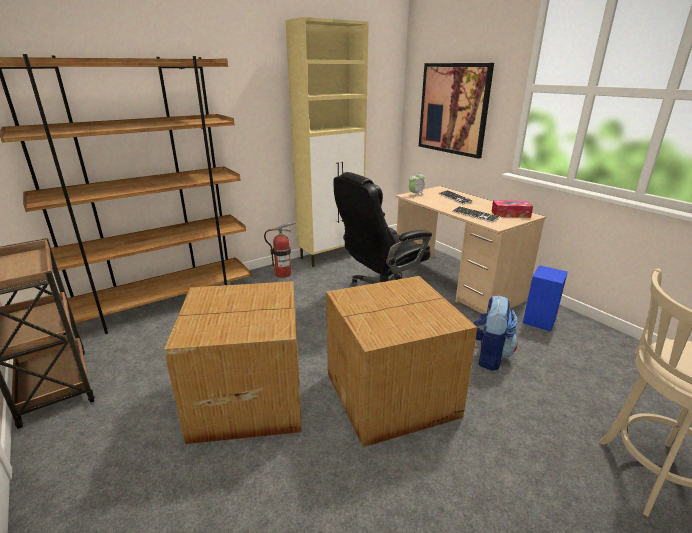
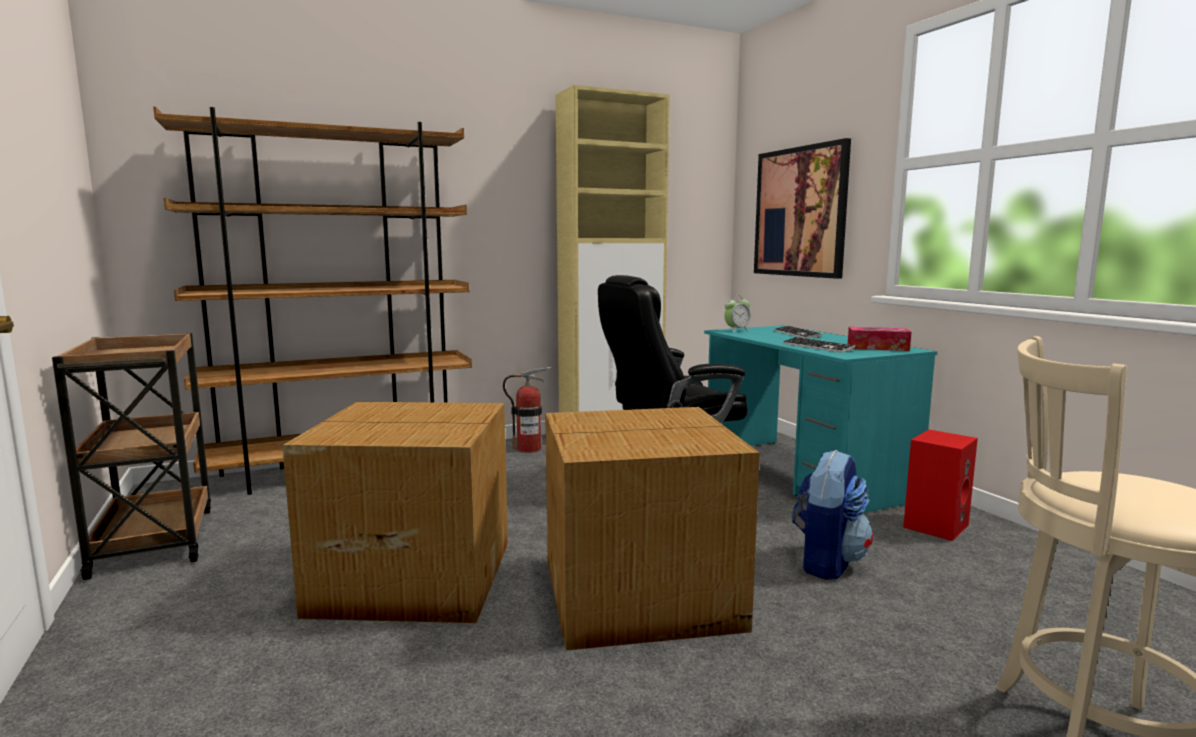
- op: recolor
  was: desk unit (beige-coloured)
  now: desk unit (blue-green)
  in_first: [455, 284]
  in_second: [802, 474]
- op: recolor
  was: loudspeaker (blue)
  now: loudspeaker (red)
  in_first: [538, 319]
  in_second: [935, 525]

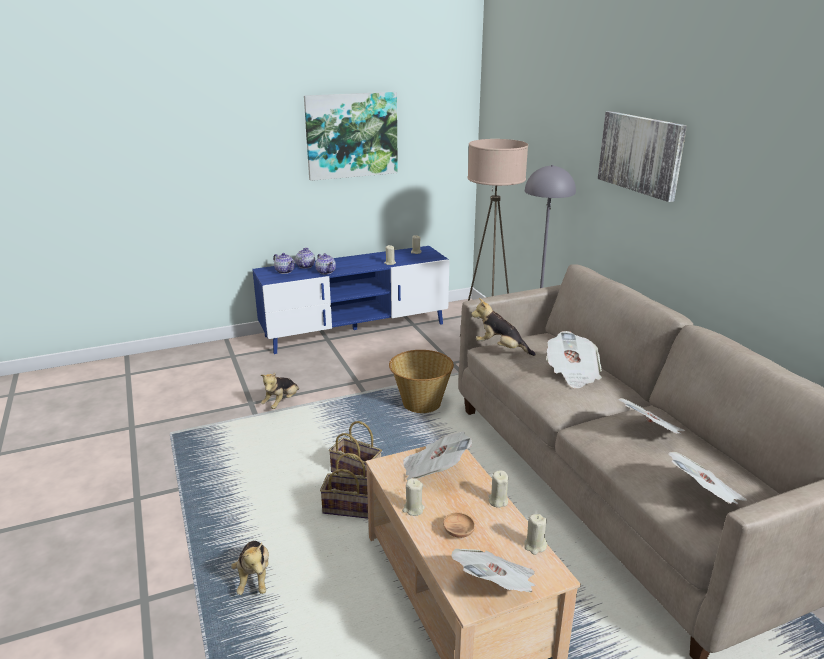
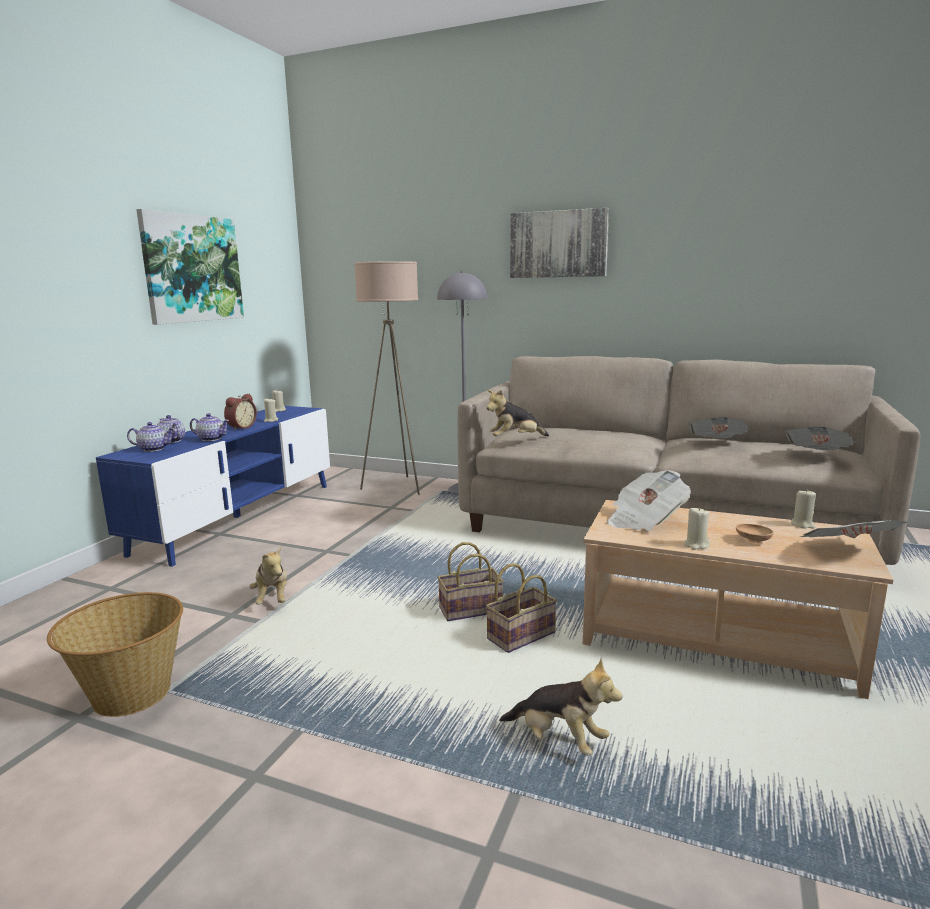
- op: delete
  was: printed paper
  in_first: [572, 374]
- op: move
  was: storage basket
  in_first: [421, 403]
  in_second: [130, 694]
- op: delete
  was: wax light (beige-coloured)
  in_first: [498, 501]
- op: insert
  now: bedside clock
  in_second: [240, 427]

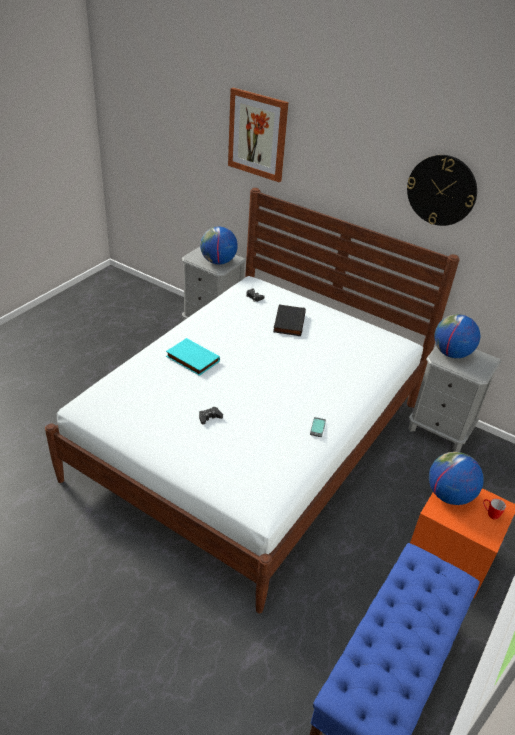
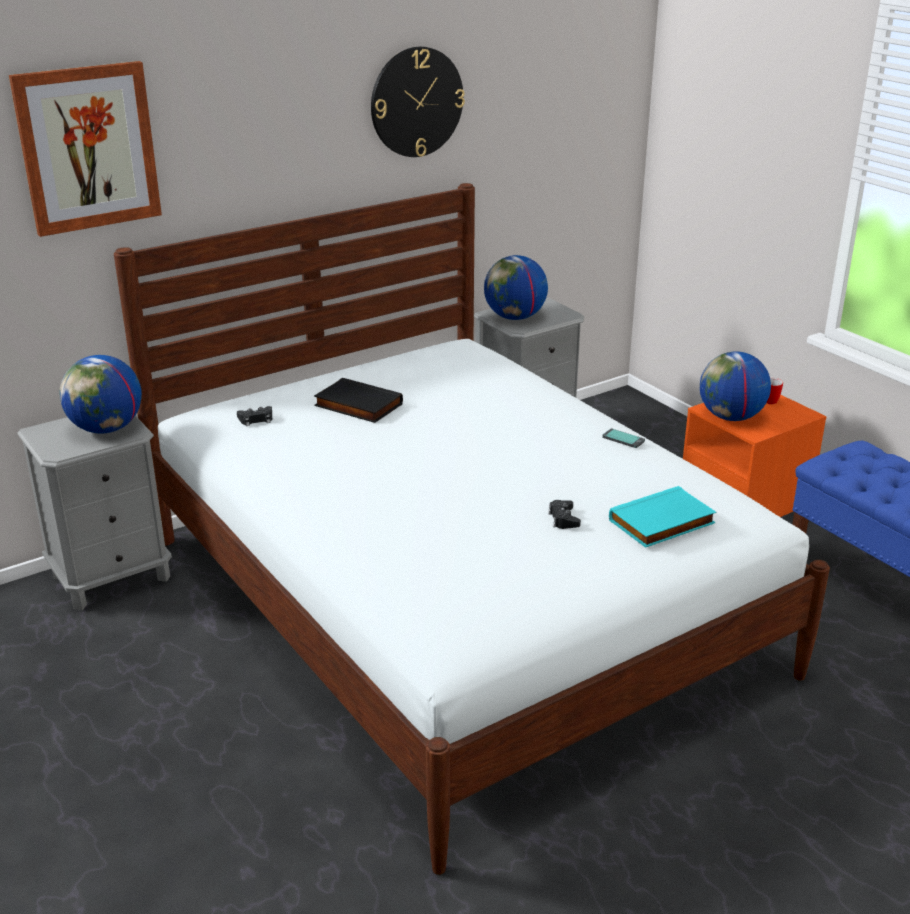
- op: move
  was: bound book (blue-green)
  in_first: [191, 359]
  in_second: [662, 523]

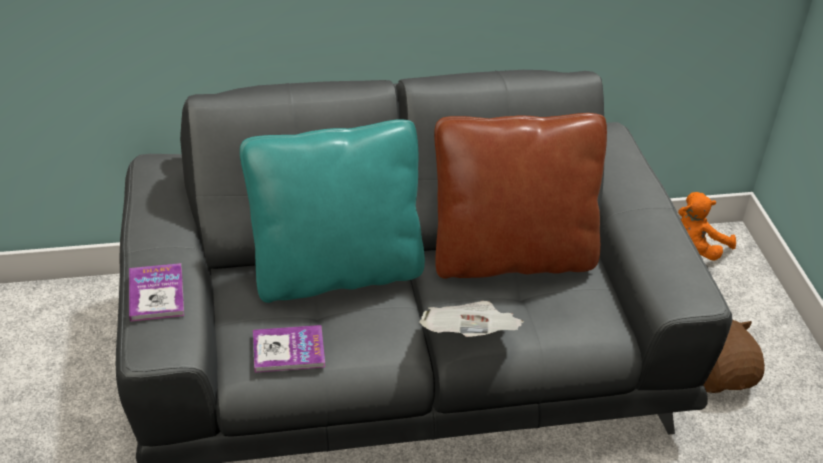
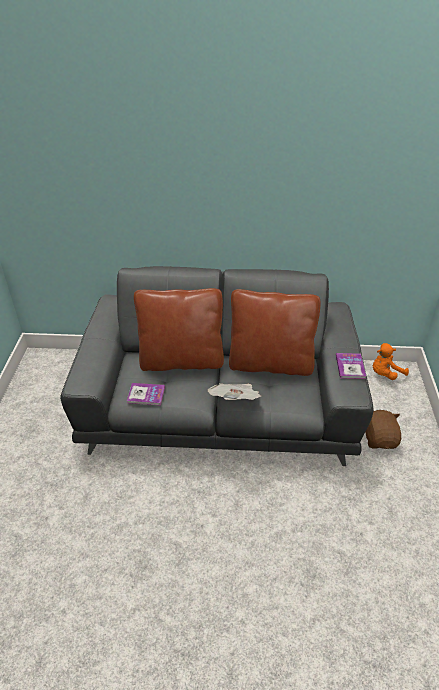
- op: recolor
  was: throw pillow (blue-green)
  now: throw pillow (brownish)
  in_first: [336, 272]
  in_second: [181, 360]
- op: move
  was: bound book
  in_first: [156, 294]
  in_second: [350, 367]

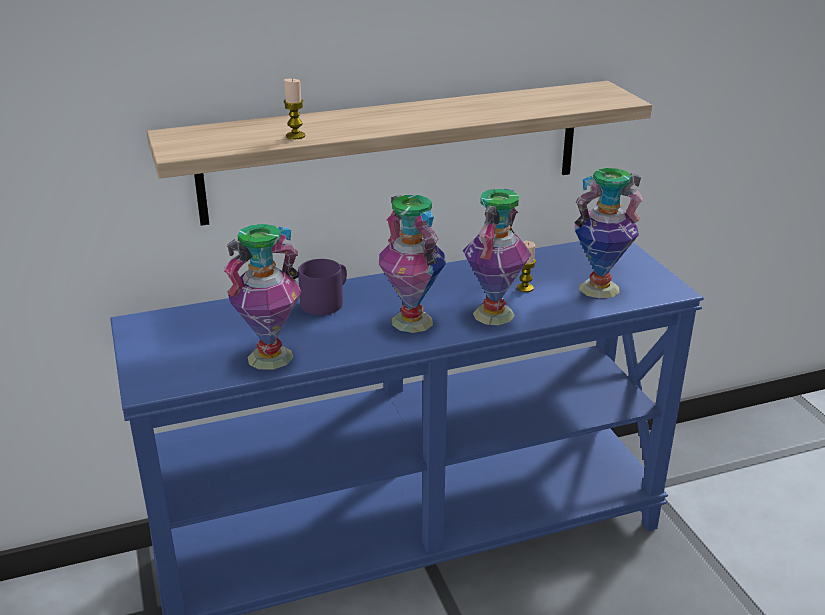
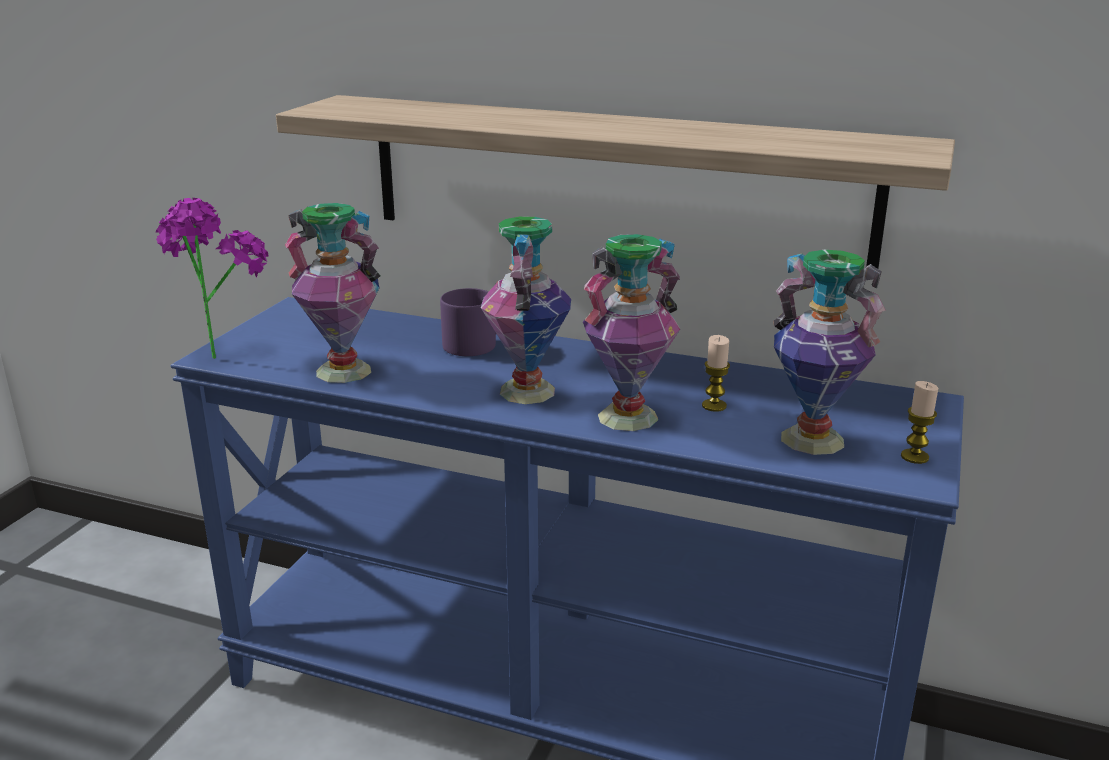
- op: move
  was: wax light
  in_first: [295, 136]
  in_second: [914, 457]
- op: insert
  now: plant in a pot
  in_second: [221, 350]

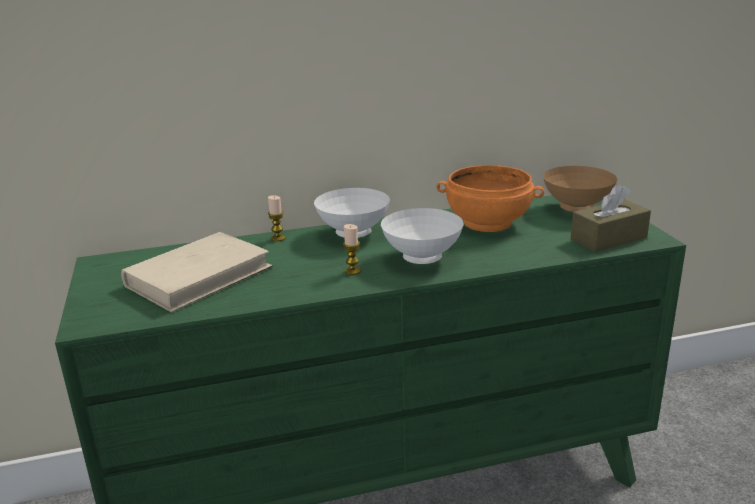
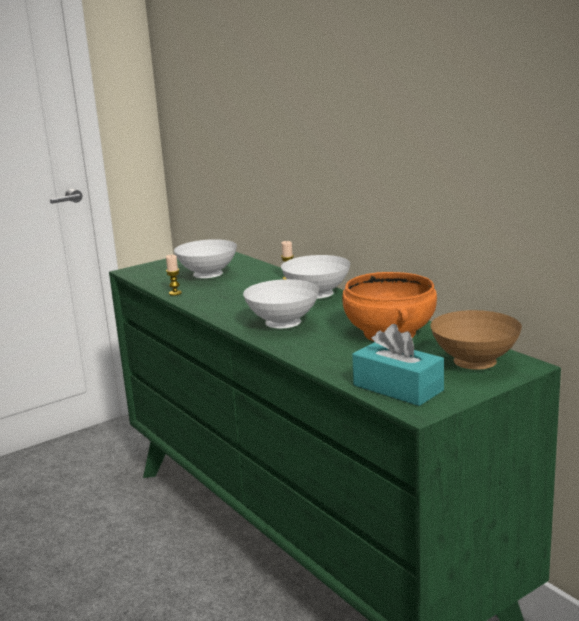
- op: recolor
  was: tissue box (brownish)
  now: tissue box (blue-green)
  in_first: [608, 238]
  in_second: [398, 388]
- op: move
  was: wax light
  in_first: [352, 271]
  in_second: [175, 293]
- op: replace
  was: bound book (beige-coloured)
  now: serving bowl (whitish)
  in_first: [199, 276]
  in_second: [207, 276]

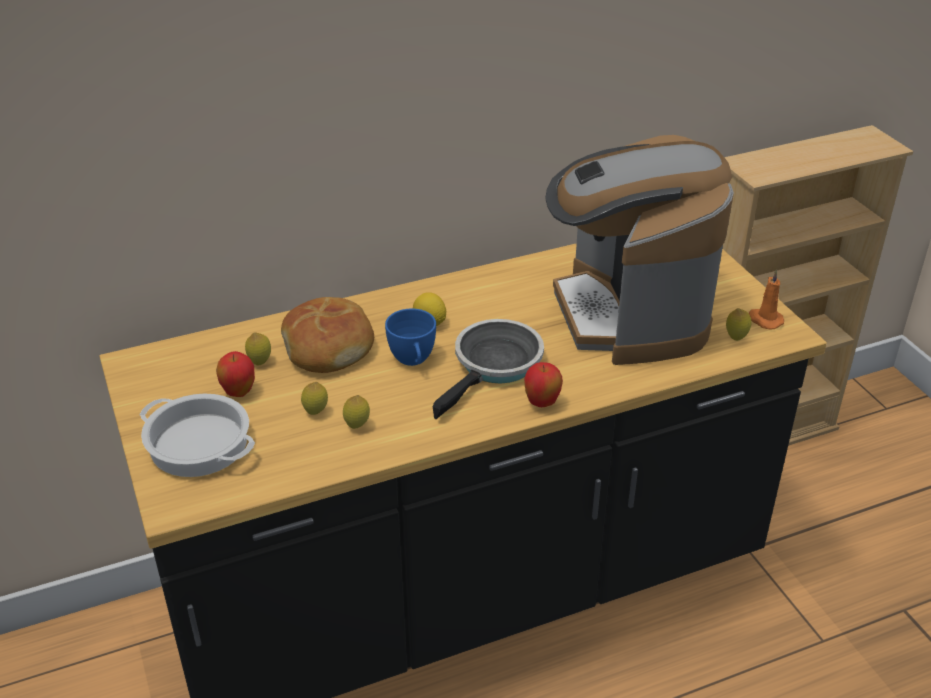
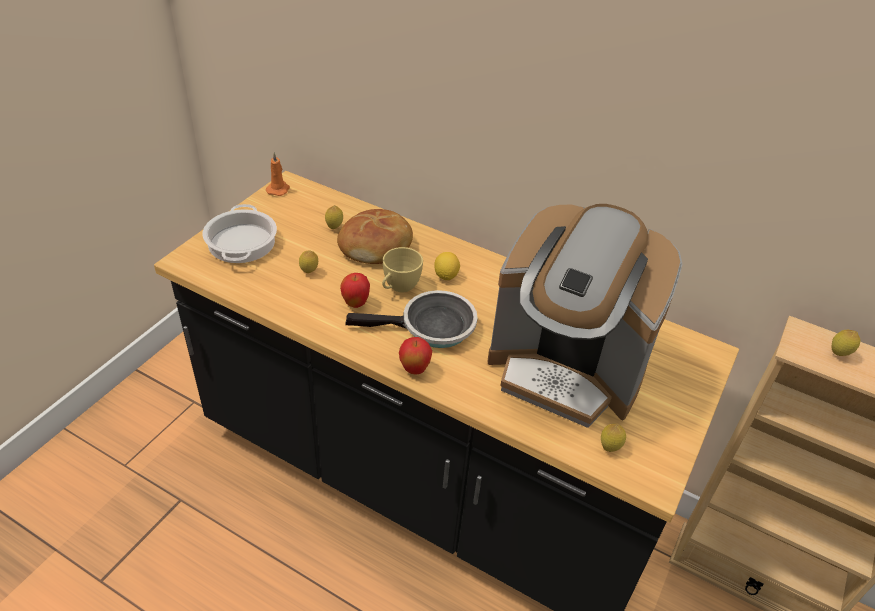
- op: rotate
  was: coffee maker
  in_first: [628, 315]
  in_second: [566, 370]
  clockwise: -105
- op: move
  was: wax light (orange-coloured)
  in_first: [764, 320]
  in_second: [278, 189]
- op: recolor
  was: drinking cup (blue)
  now: drinking cup (yellow-coloured)
  in_first: [413, 361]
  in_second: [398, 288]
- op: move
  was: apple fruit
  in_first: [239, 393]
  in_second: [355, 304]
- op: move
  was: lemon
  in_first: [357, 426]
  in_second: [838, 354]

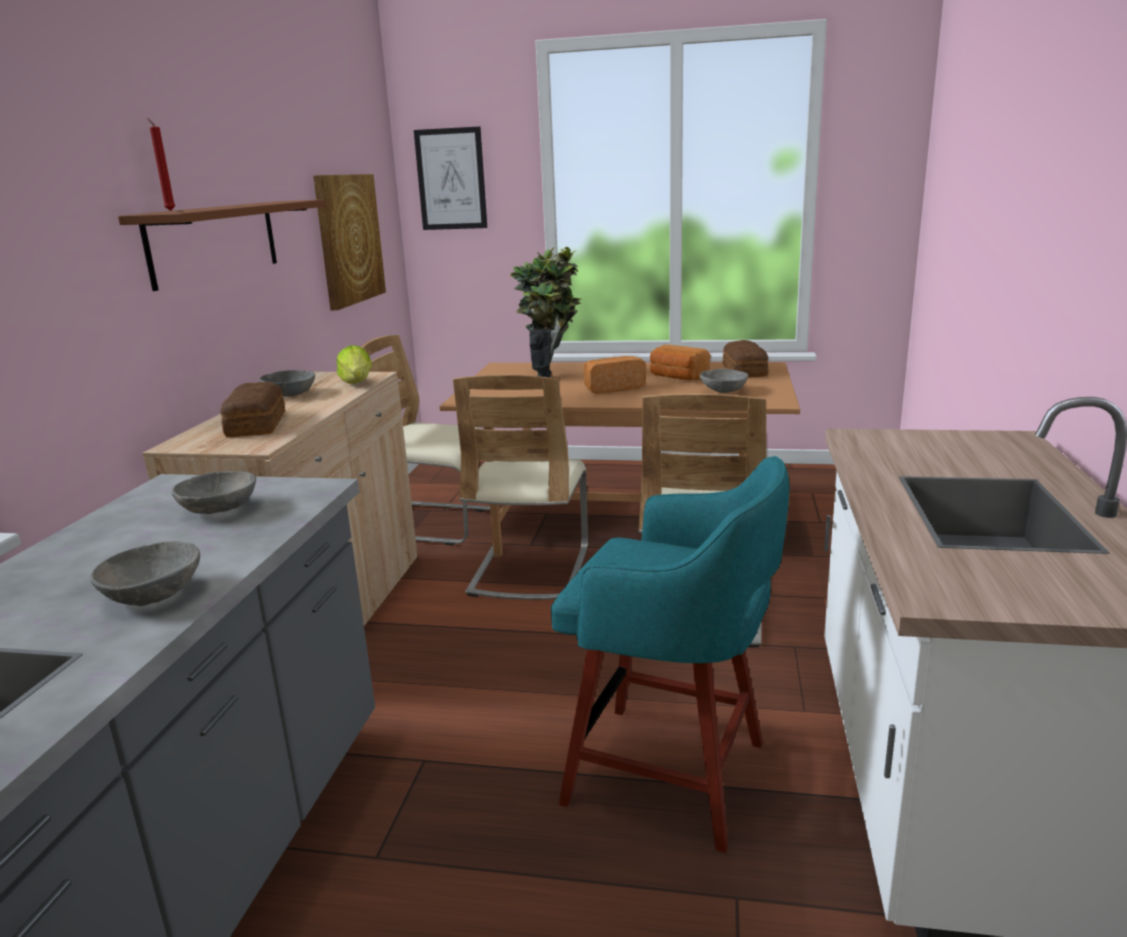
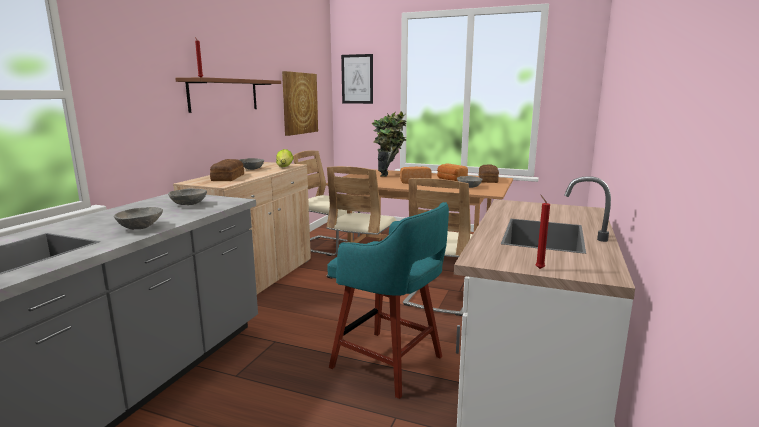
- op: insert
  now: wax light (red)
  in_second: [538, 268]

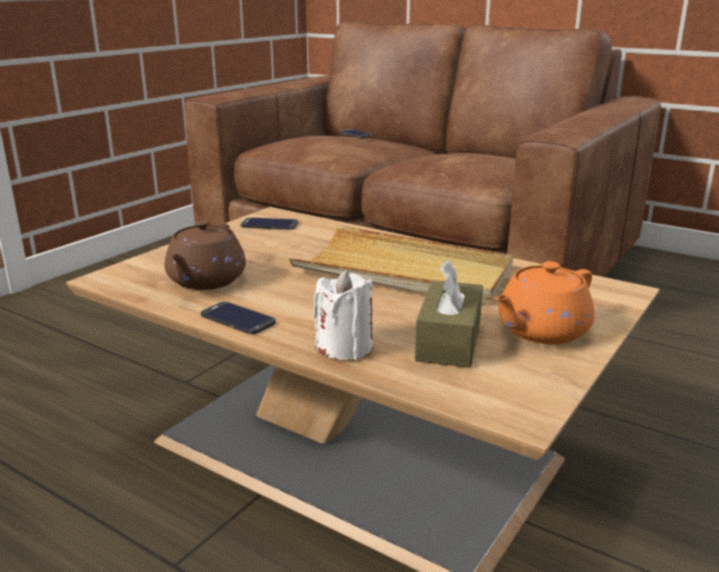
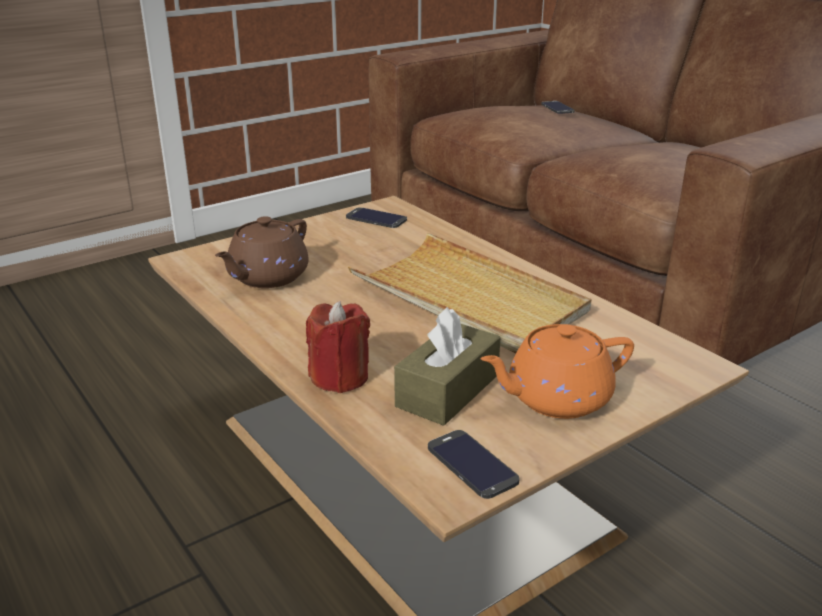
- op: recolor
  was: wax light (whitish)
  now: wax light (red)
  in_first: [345, 347]
  in_second: [339, 377]
- op: move
  was: handset
  in_first: [237, 318]
  in_second: [472, 464]

